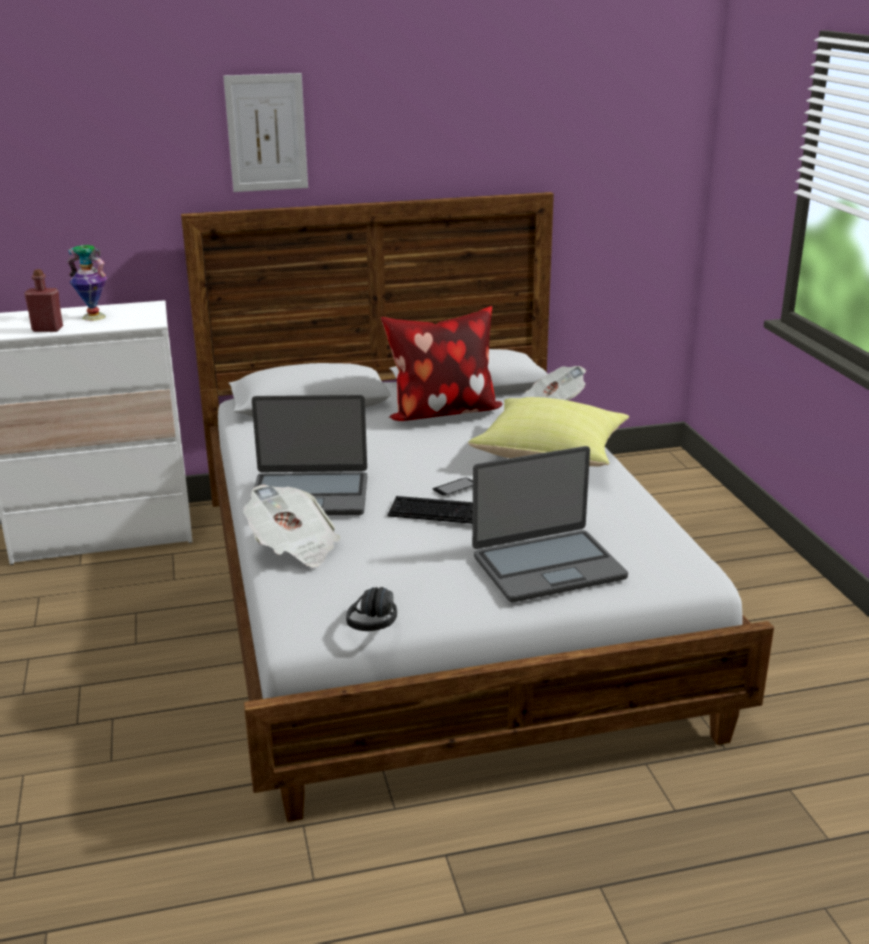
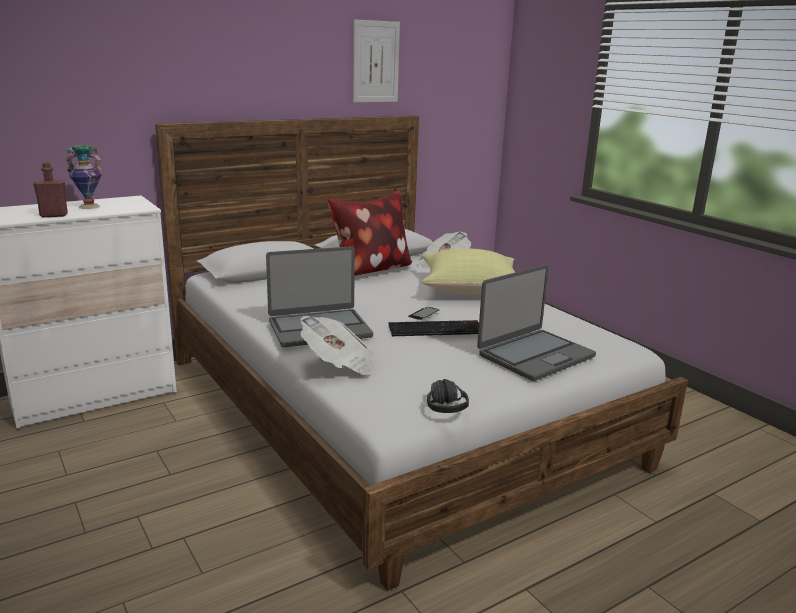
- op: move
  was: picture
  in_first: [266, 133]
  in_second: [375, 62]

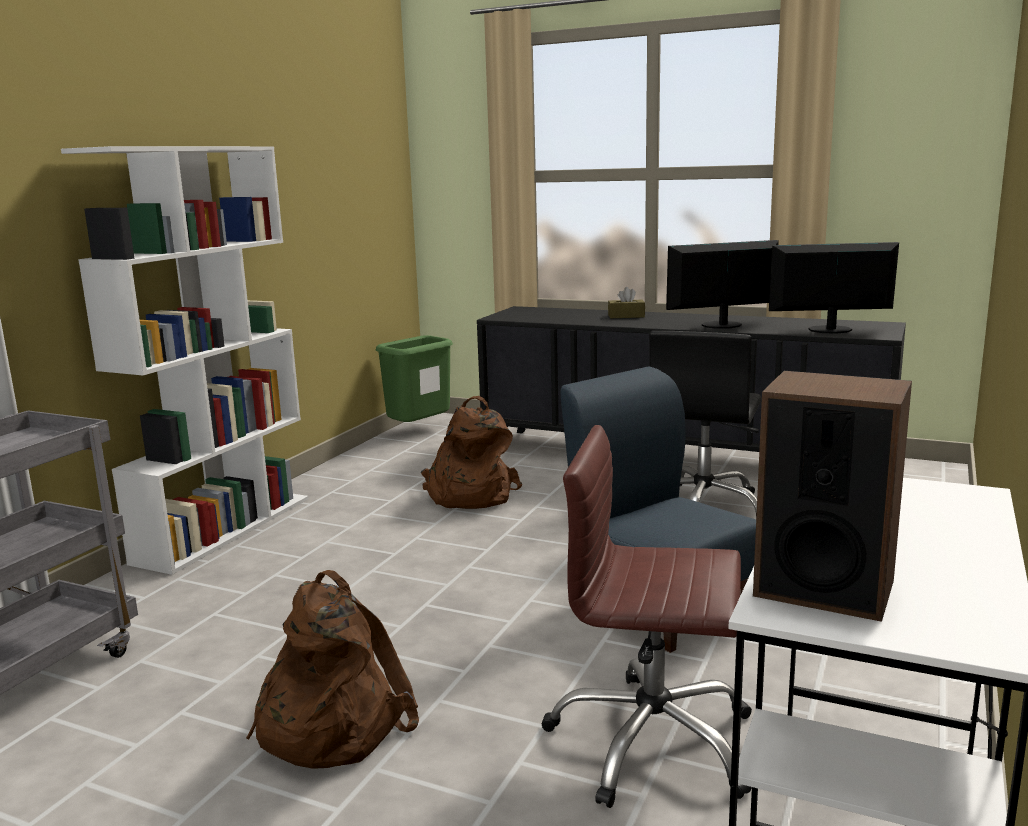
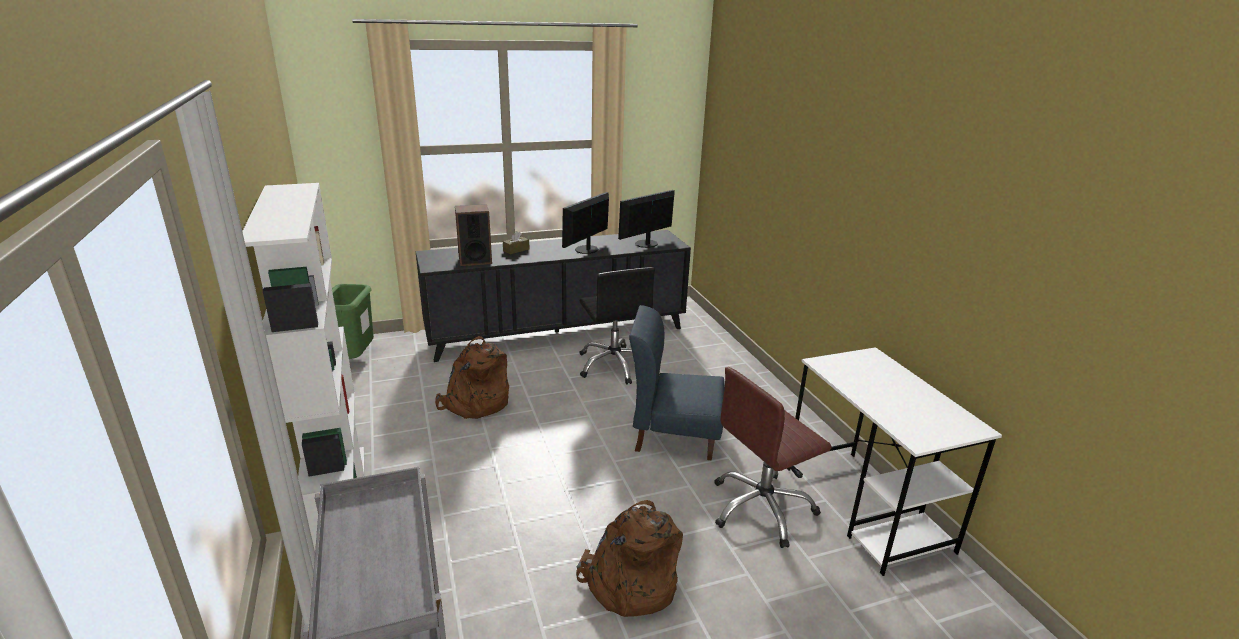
- op: move
  was: loudspeaker
  in_first: [823, 588]
  in_second: [475, 260]

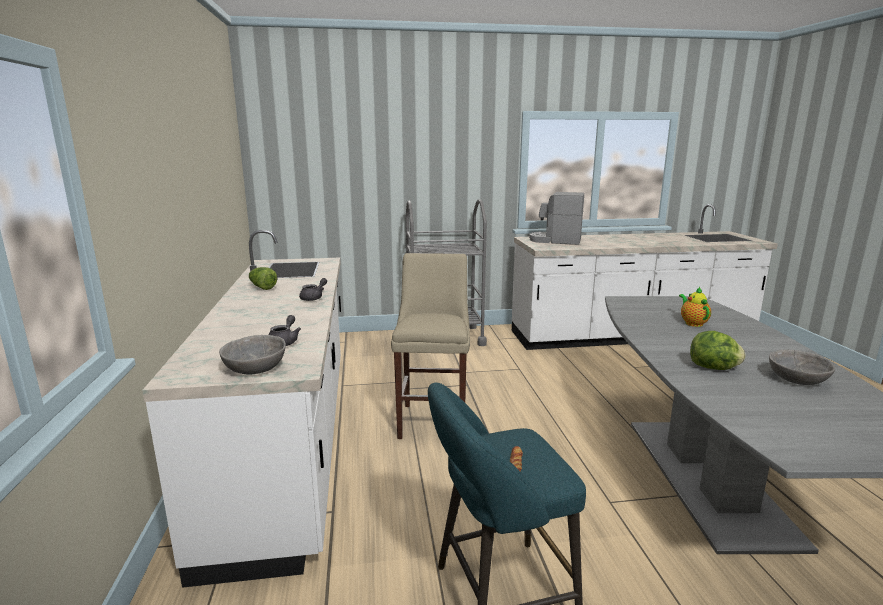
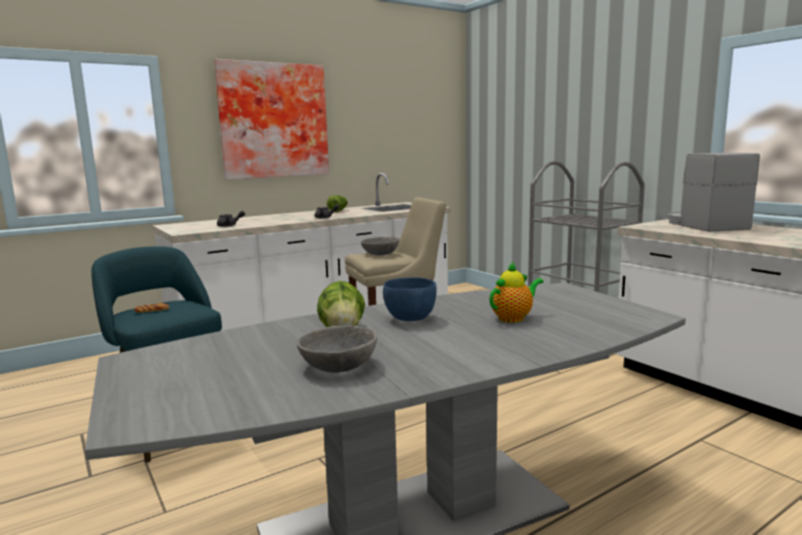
- op: move
  was: serving bowl (greyish)
  in_first: [256, 368]
  in_second: [380, 254]
- op: insert
  now: picture
  in_second: [273, 121]
- op: insert
  now: serving bowl (blue)
  in_second: [409, 319]

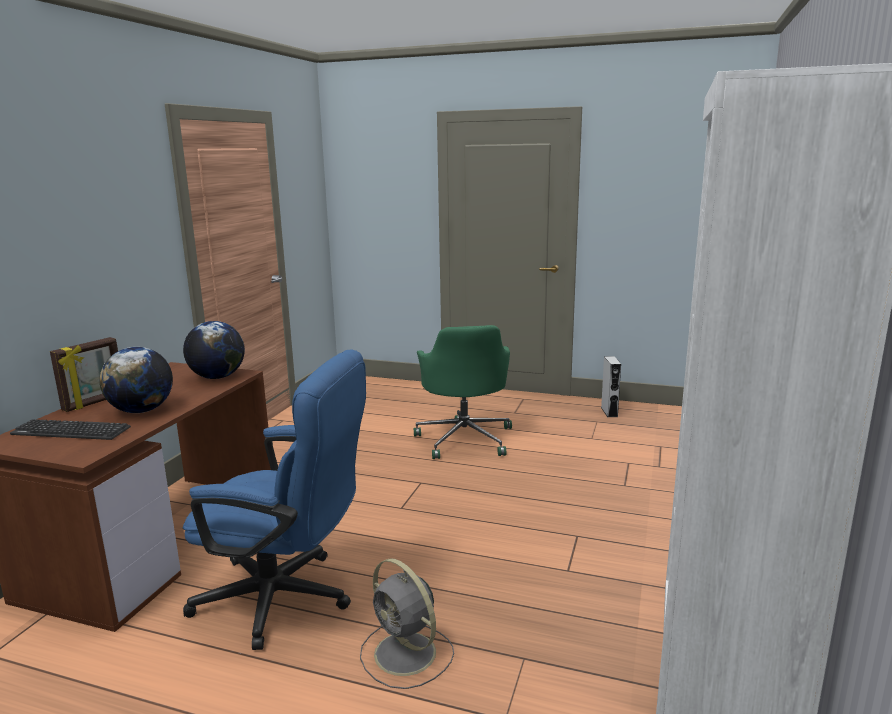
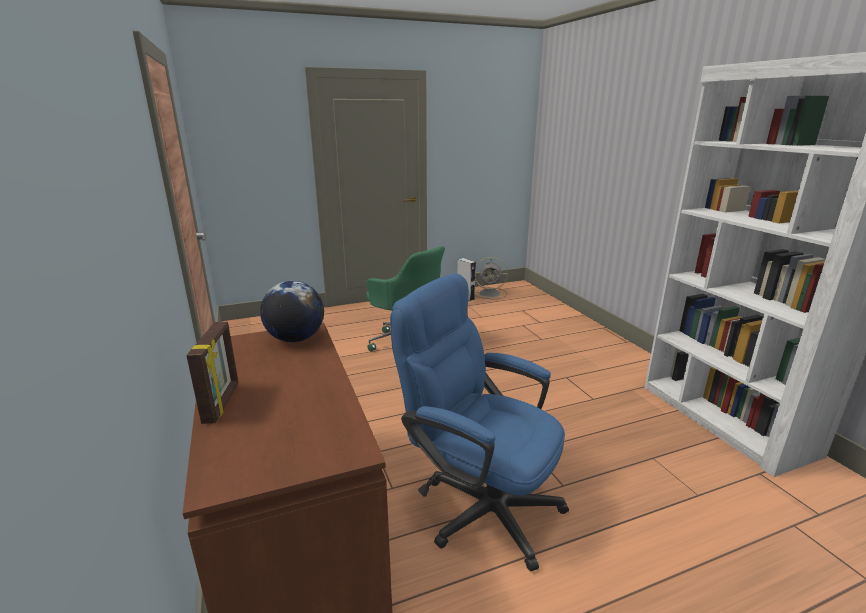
- op: delete
  was: world globe
  in_first: [142, 410]
- op: rotate
  was: desk chair (blue)
  in_first: [287, 599]
  in_second: [479, 504]
  clockwise: -120
- op: delete
  was: computer keyboard
  in_first: [71, 431]
- op: move
  was: cooling fan (greyish)
  in_first: [407, 655]
  in_second: [491, 293]

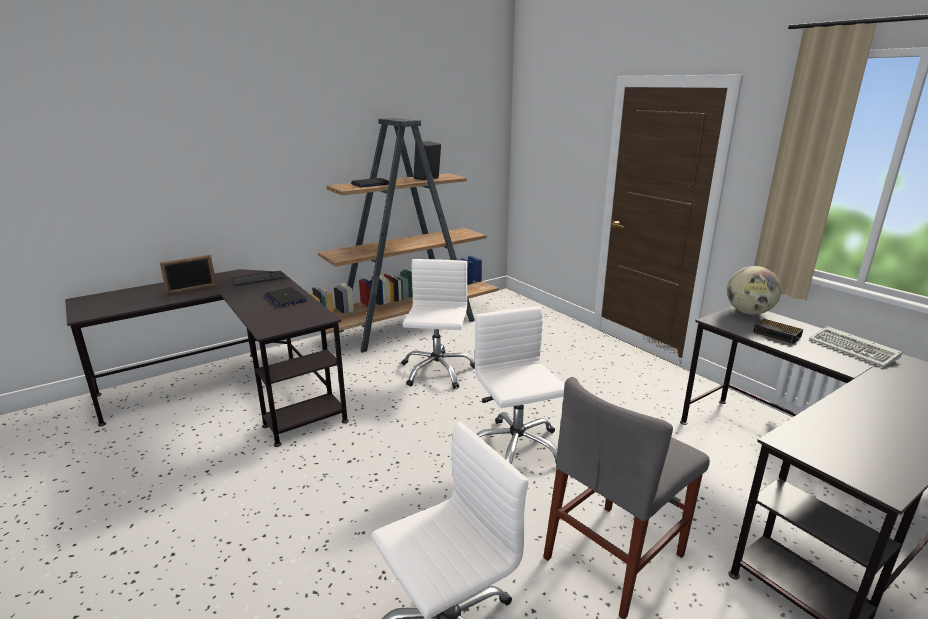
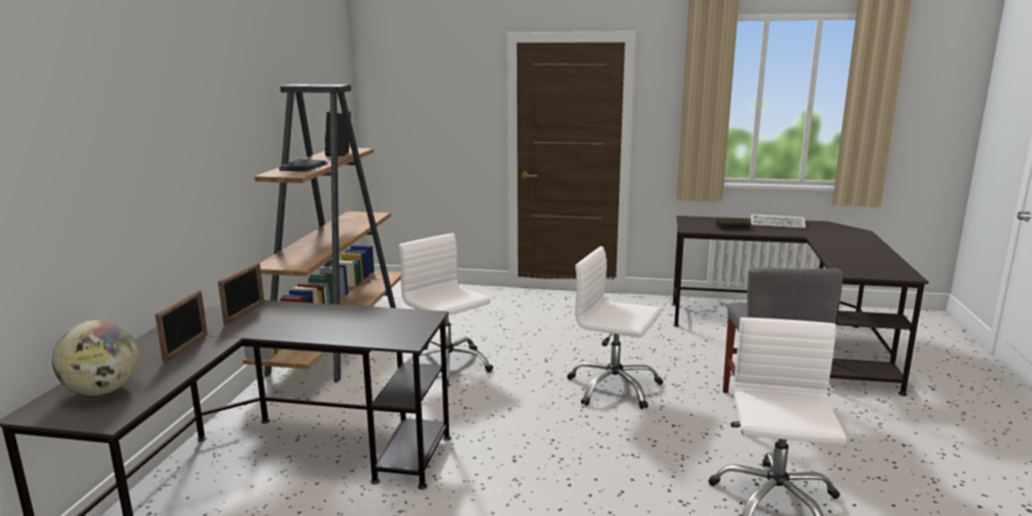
- op: move
  was: world globe
  in_first: [748, 312]
  in_second: [103, 391]
- op: replace
  was: computer keyboard
  now: photo frame
  in_first: [258, 279]
  in_second: [245, 313]
- op: delete
  was: portable computer
  in_first: [285, 298]

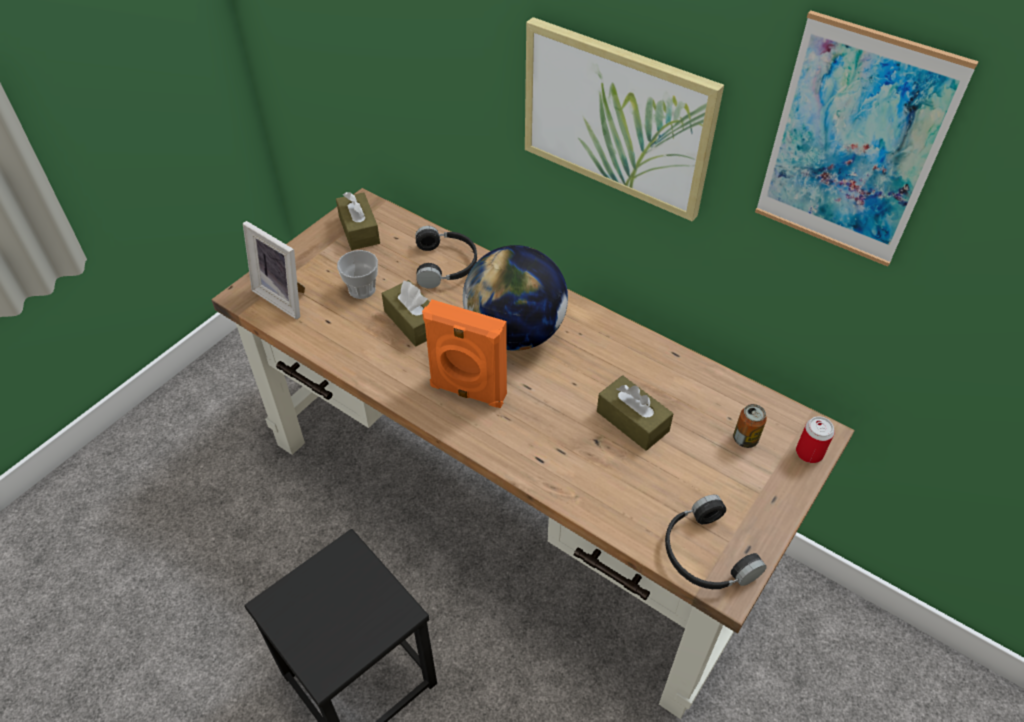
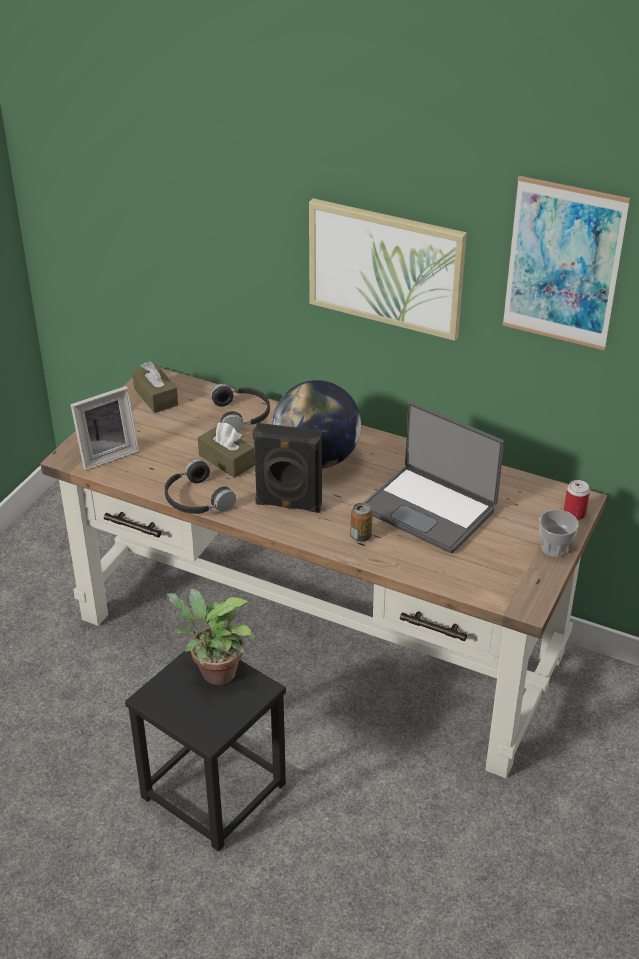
- op: rotate
  was: photo frame
  in_first: [285, 297]
  in_second: [107, 454]
  clockwise: -60
- op: move
  was: drinking cup
  in_first: [362, 289]
  in_second: [554, 548]
- op: recolor
  was: loudspeaker (orange-coloured)
  now: loudspeaker (blackish)
  in_first: [467, 392]
  in_second: [288, 505]
- op: replace
  was: tissue box (brownish)
  now: portable computer
  in_first: [632, 421]
  in_second: [430, 509]
- op: move
  was: metal can
  in_first: [745, 439]
  in_second: [361, 536]
- op: move
  was: headphones (blackish)
  in_first: [704, 555]
  in_second: [195, 500]
- op: insert
  now: plant in a pot
  in_second: [213, 672]

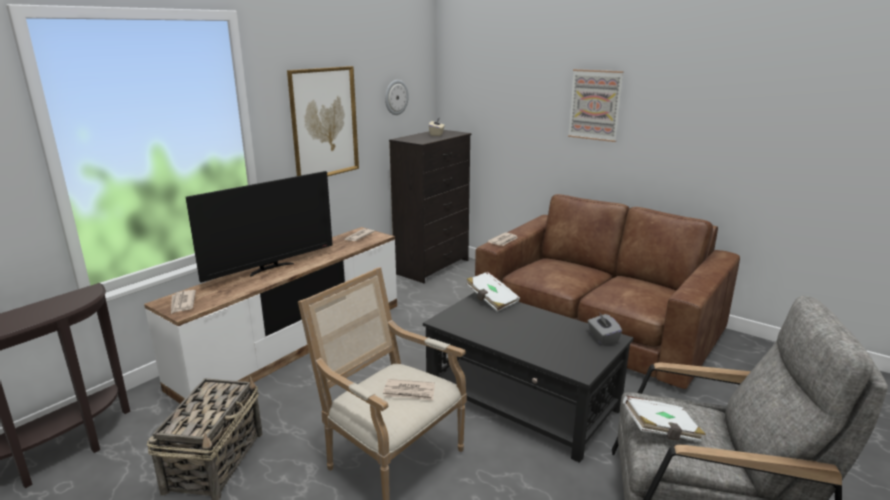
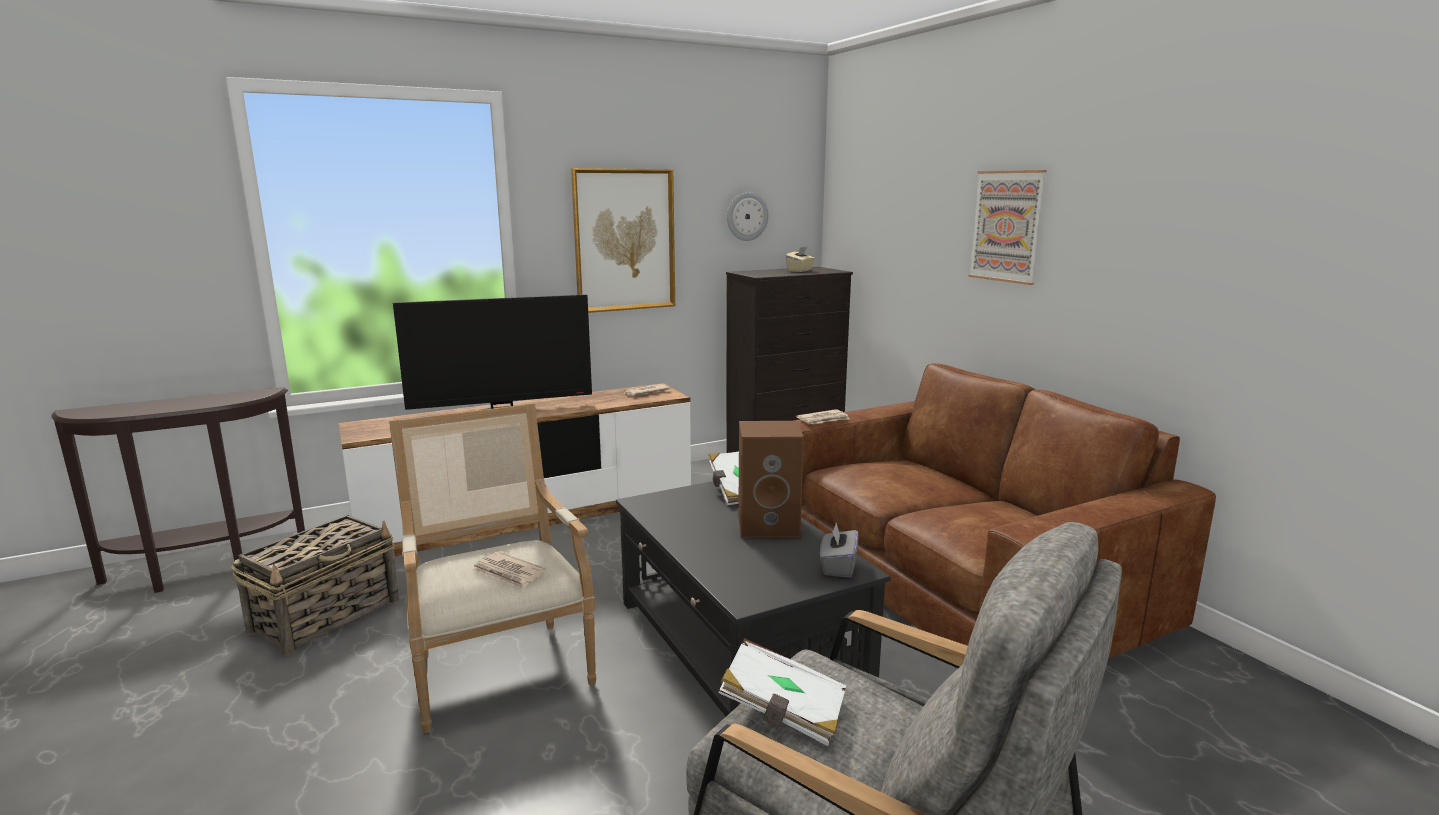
- op: delete
  was: printed paper
  in_first: [182, 303]
- op: insert
  now: loudspeaker (brownish)
  in_second: [770, 525]

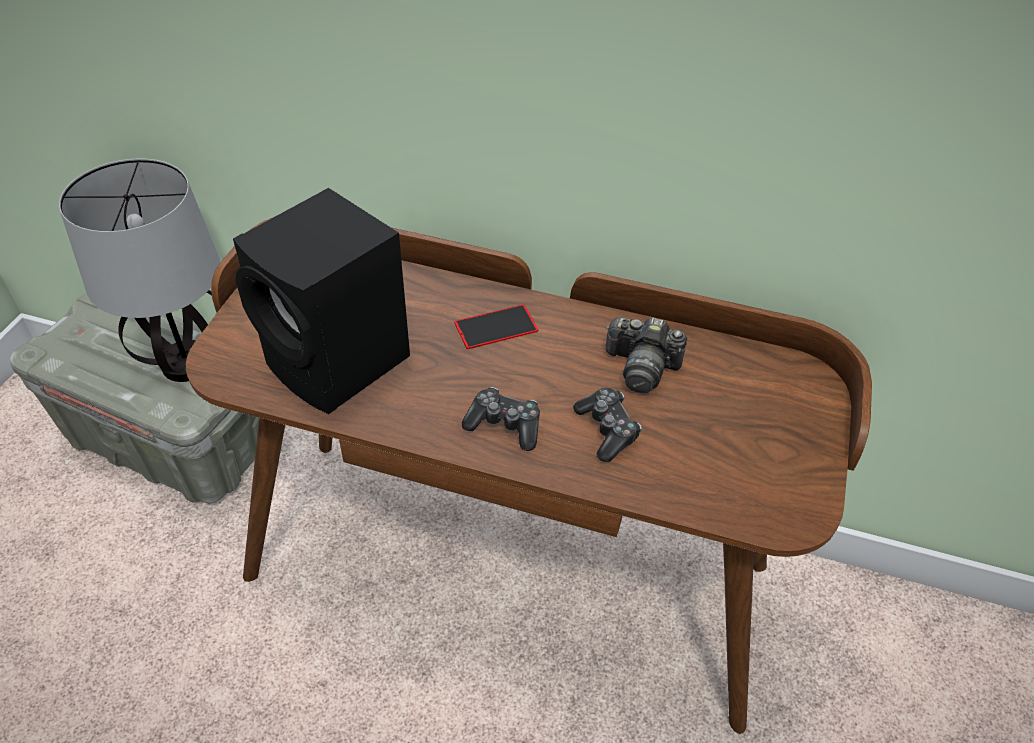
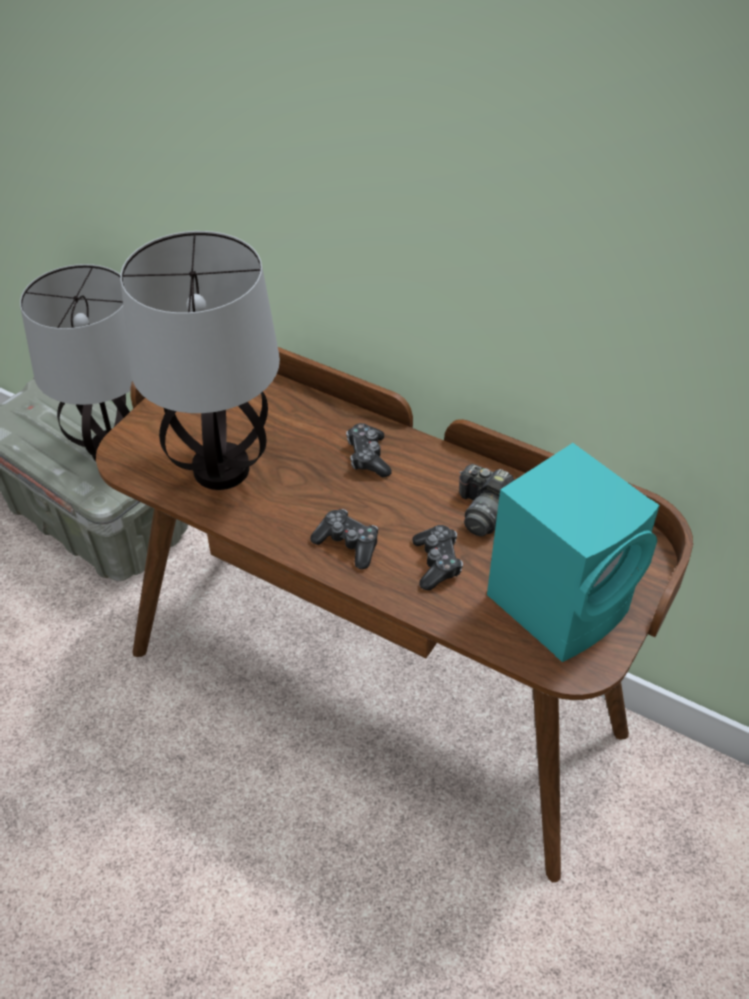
- op: replace
  was: loudspeaker (blackish)
  now: lamp for a table
  in_first: [340, 364]
  in_second: [223, 469]
- op: replace
  was: handset
  now: game controller
  in_first: [496, 327]
  in_second: [368, 457]
- op: insert
  now: loudspeaker (blue-green)
  in_second: [562, 602]

